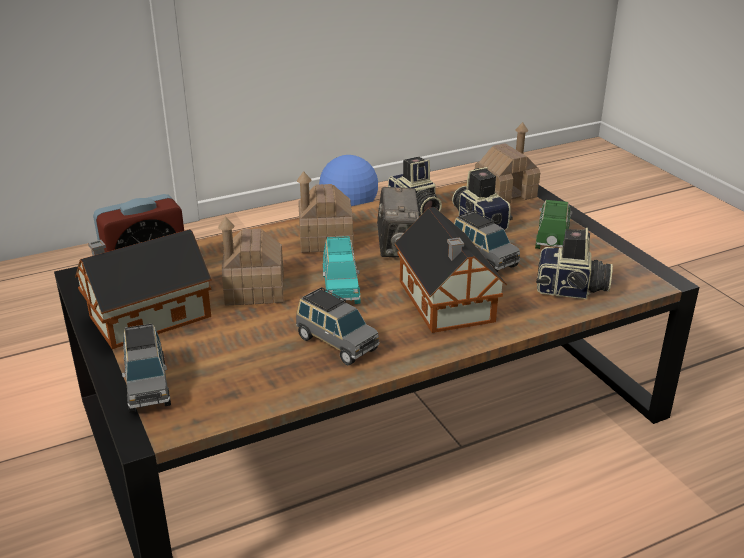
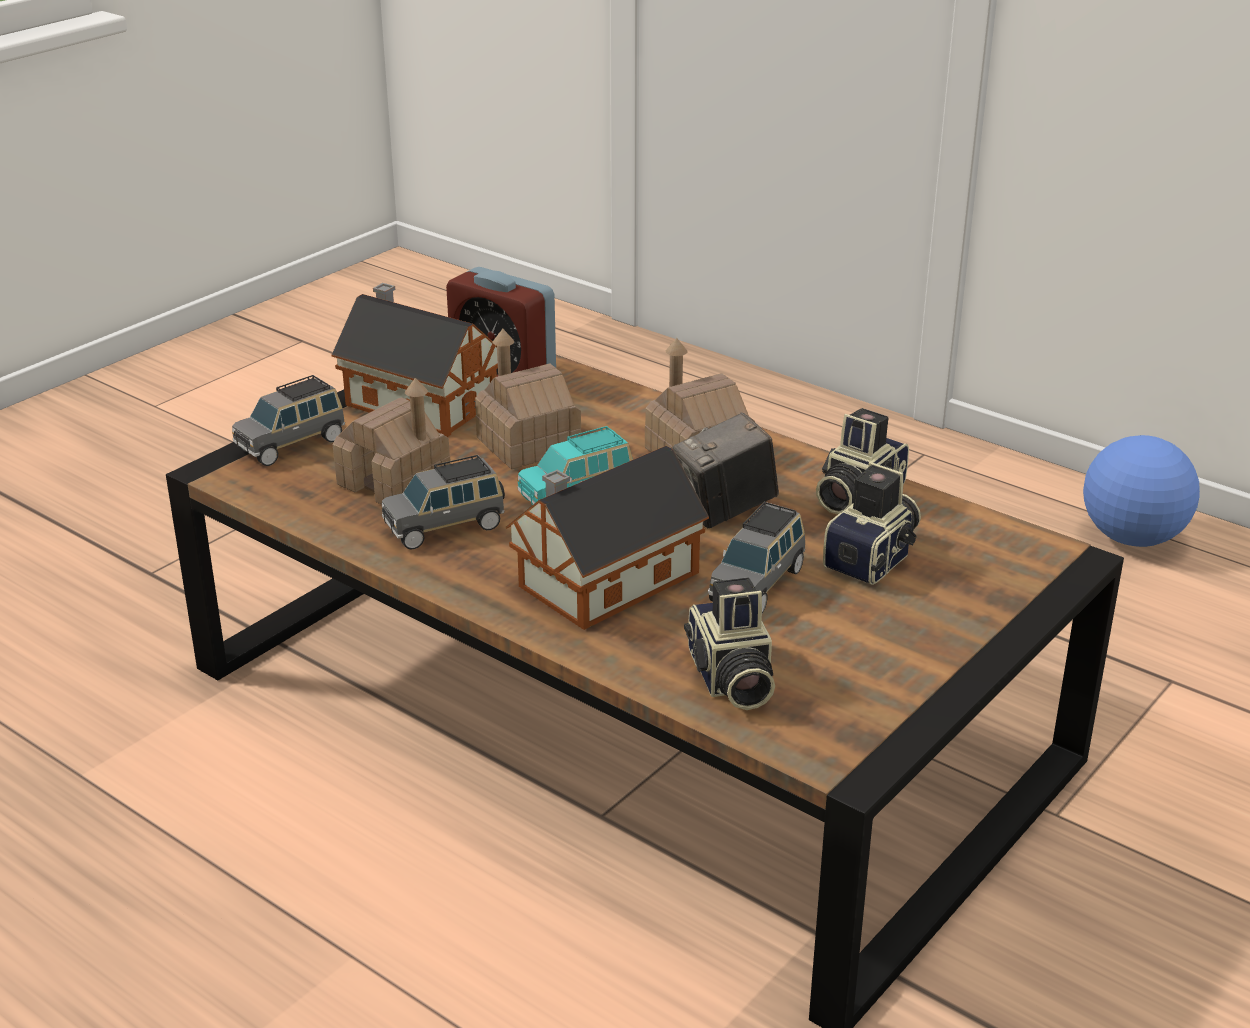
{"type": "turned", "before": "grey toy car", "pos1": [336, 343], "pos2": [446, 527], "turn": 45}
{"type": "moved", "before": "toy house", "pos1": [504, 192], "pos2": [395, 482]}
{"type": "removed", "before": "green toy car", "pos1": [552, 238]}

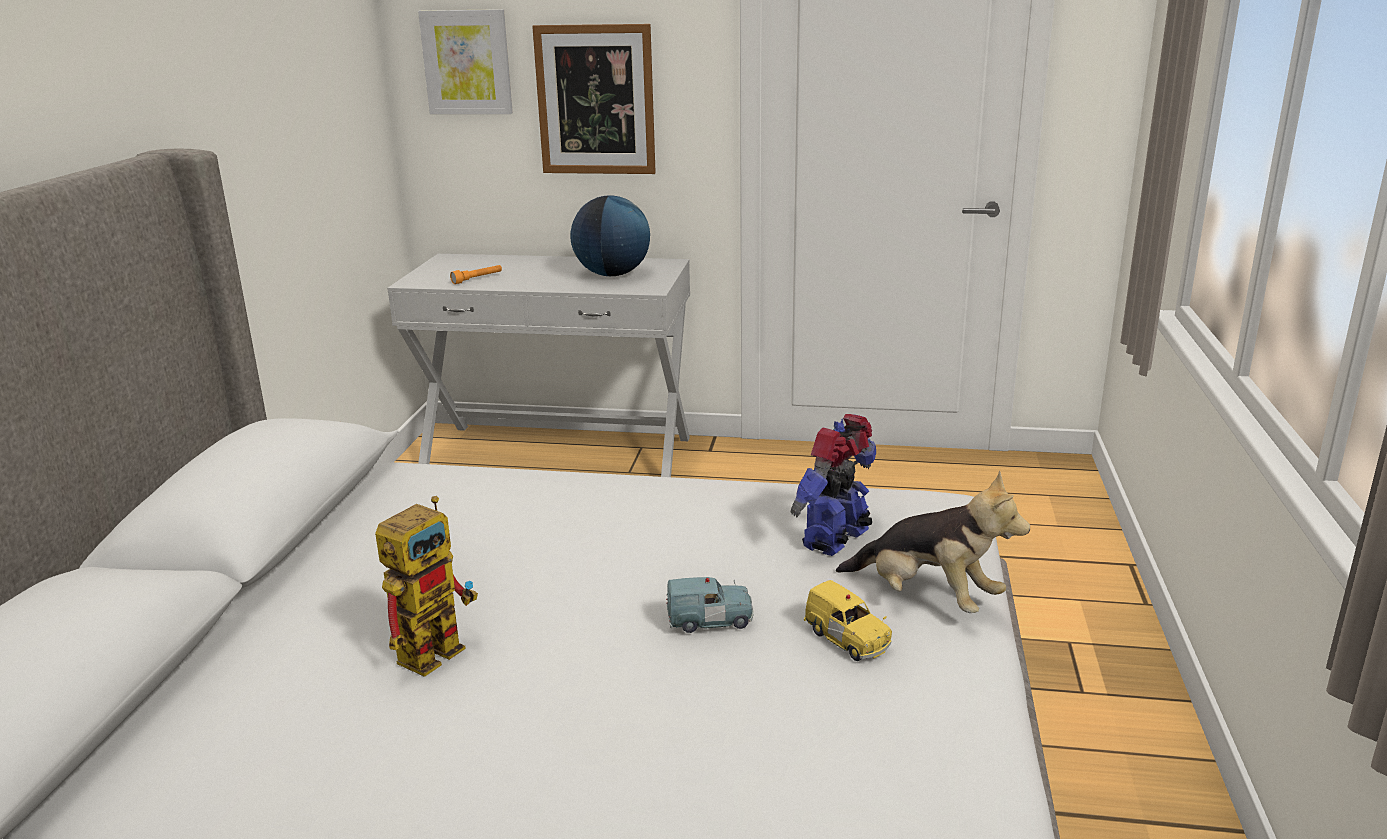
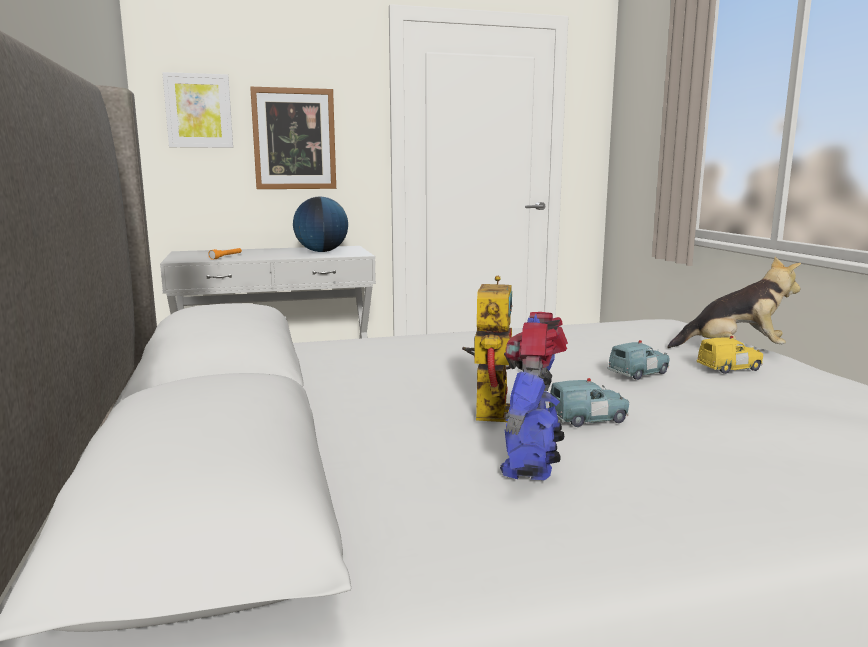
{"type": "moved", "before": "toy robot", "pos1": [838, 539], "pos2": [532, 462]}
{"type": "turned", "before": "yellow toy car", "pos1": [847, 639], "pos2": [730, 368], "turn": -45}
{"type": "added", "after": "blue toy car", "pos2": [588, 419]}

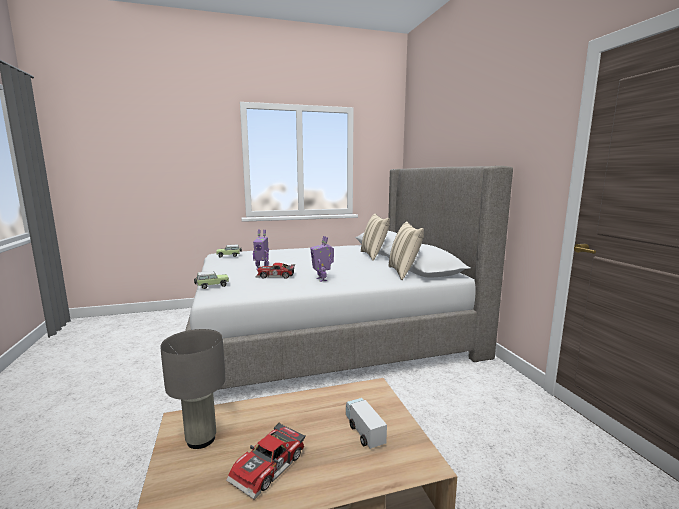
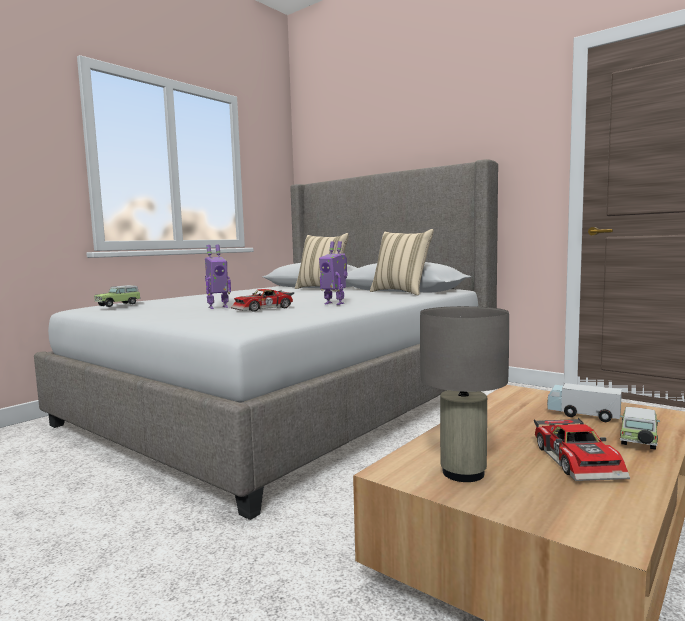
{"type": "moved", "before": "toy car", "pos1": [211, 286], "pos2": [638, 440]}

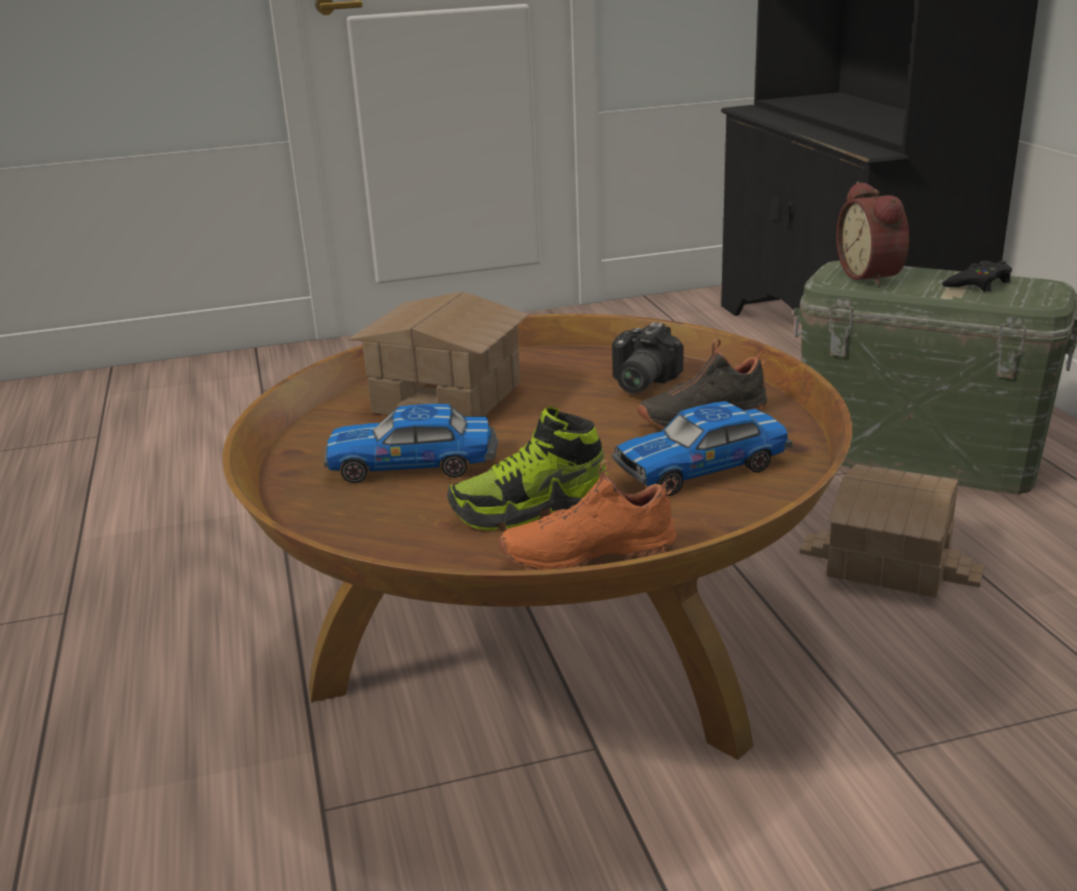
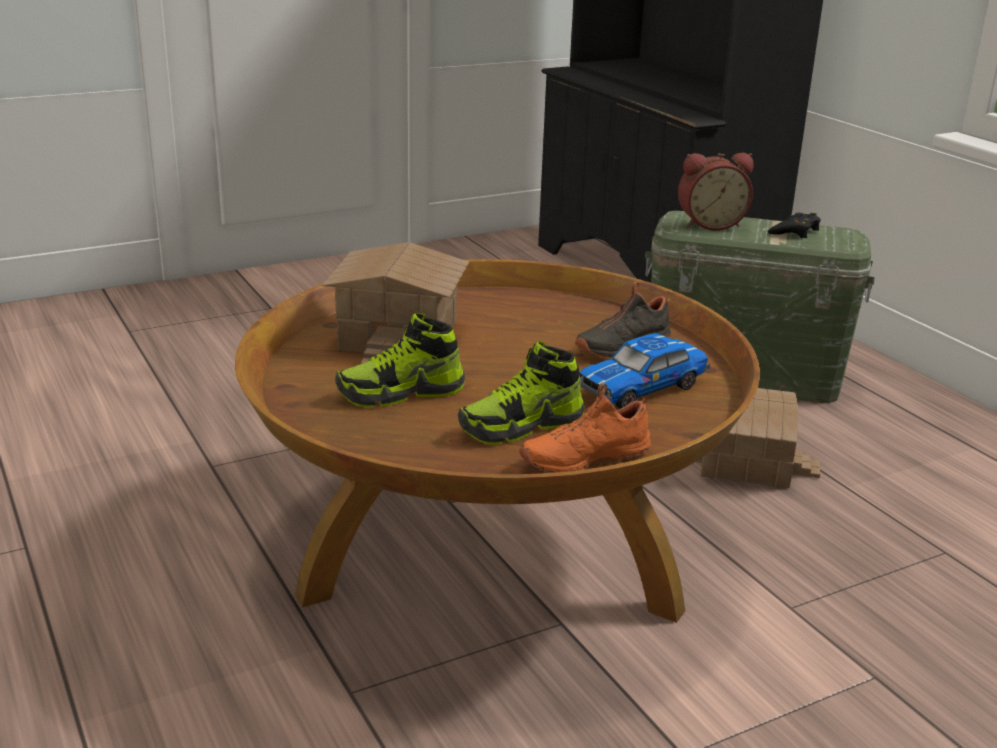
{"type": "replaced", "before": "toy car", "after": "shoe", "pos1": [413, 464], "pos2": [401, 393]}
{"type": "removed", "before": "photo camera", "pos1": [638, 382]}
{"type": "turned", "before": "alarm clock", "pos1": [873, 276], "pos2": [709, 224], "turn": -75}

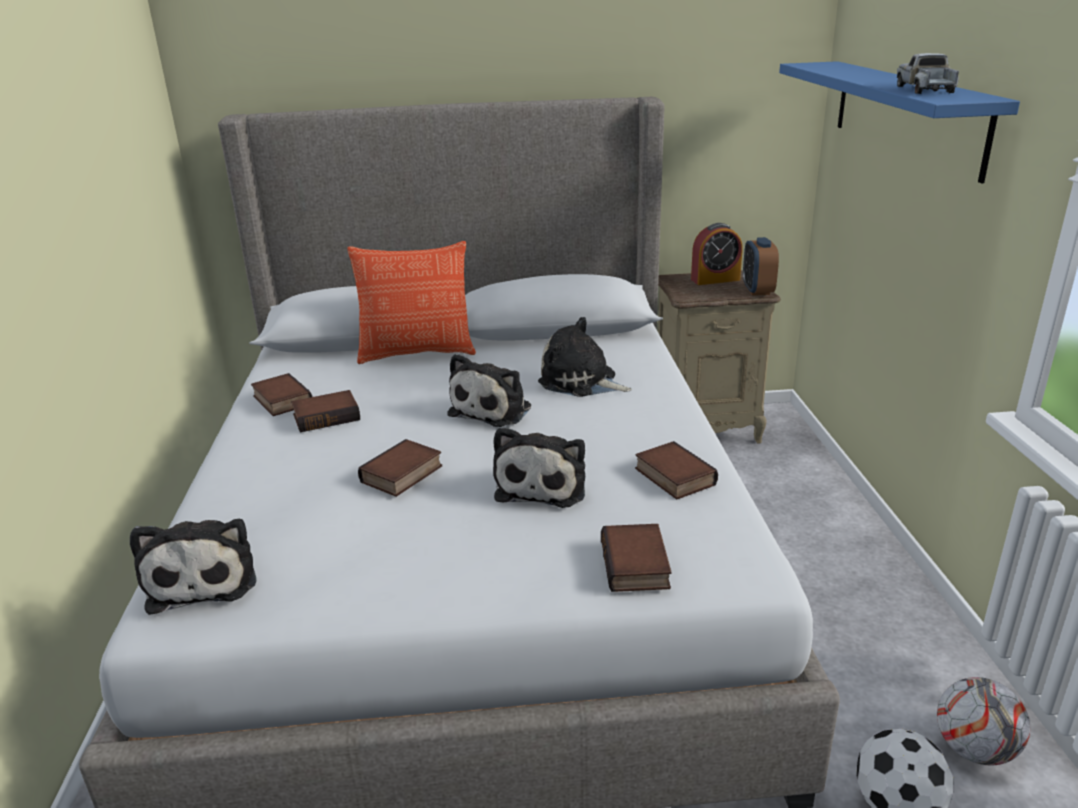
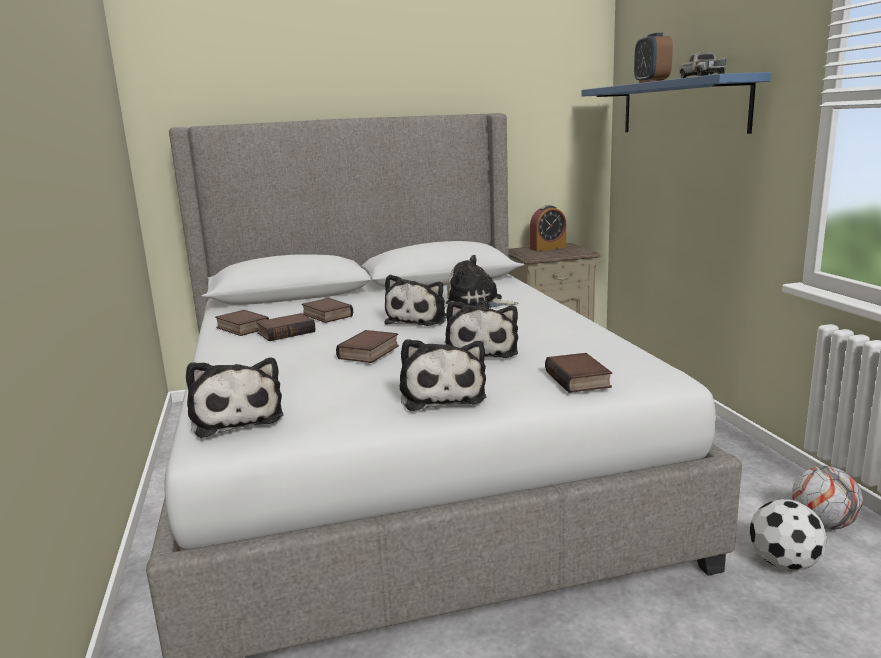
{"type": "removed", "before": "orange pillow", "pos1": [417, 353]}
{"type": "moved", "before": "book", "pos1": [672, 477], "pos2": [325, 315]}
{"type": "moved", "before": "alarm clock", "pos1": [757, 290], "pos2": [651, 82]}
{"type": "added", "after": "plush toy", "pos2": [442, 395]}

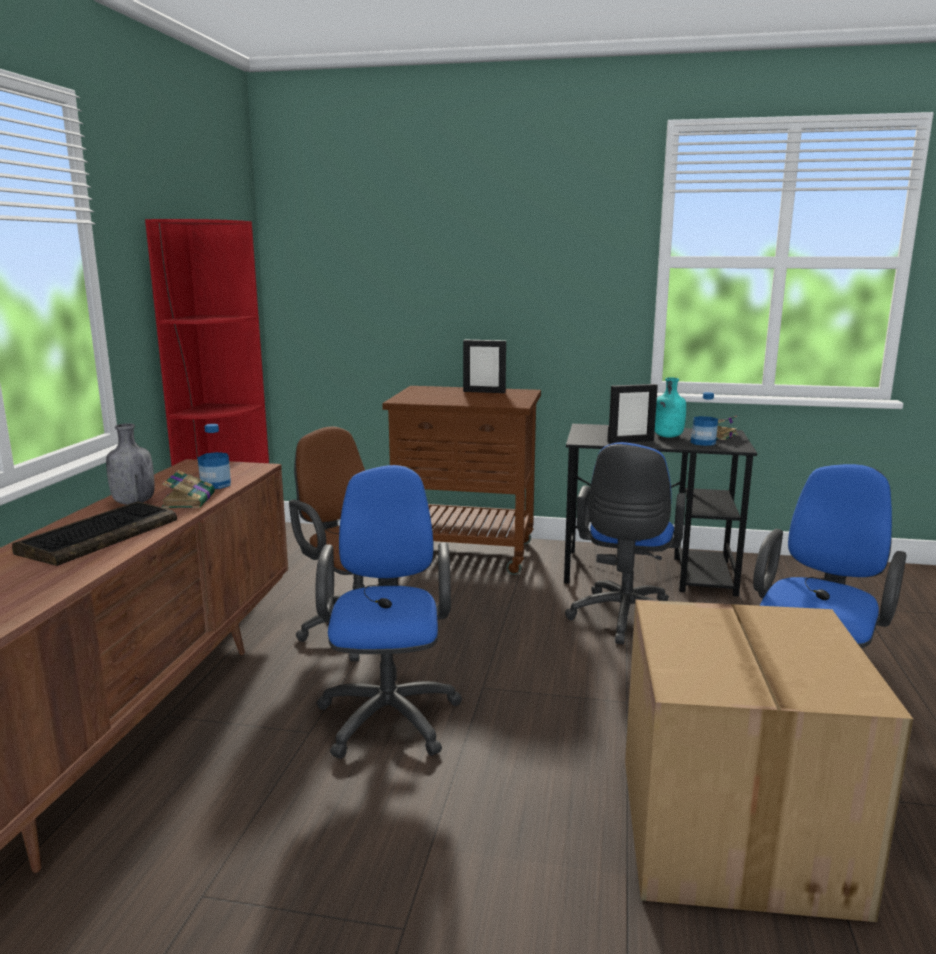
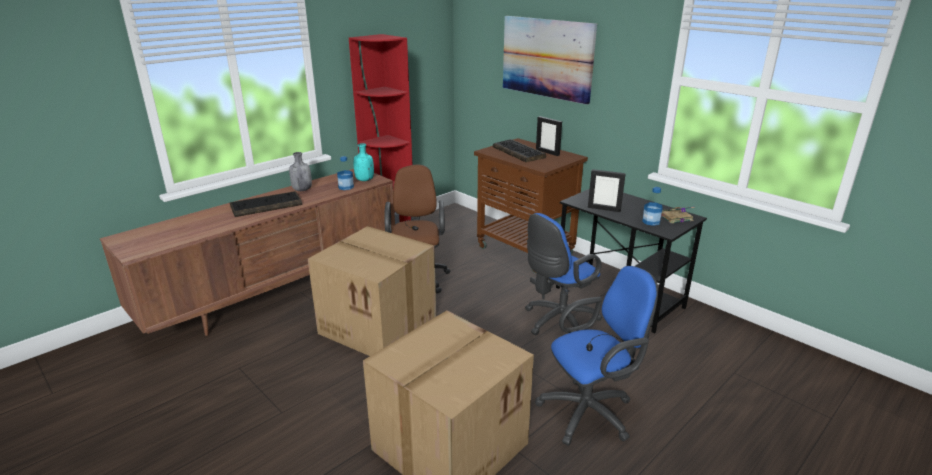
{"type": "removed", "before": "book", "pos1": [189, 500]}
{"type": "replaced", "before": "blue office chair", "after": "cardboard box", "pos1": [389, 713], "pos2": [380, 325]}
{"type": "moved", "before": "turquoise bottle", "pos1": [667, 436], "pos2": [364, 180]}
{"type": "added", "after": "keyboard", "pos2": [519, 152]}
{"type": "added", "after": "picture", "pos2": [547, 58]}

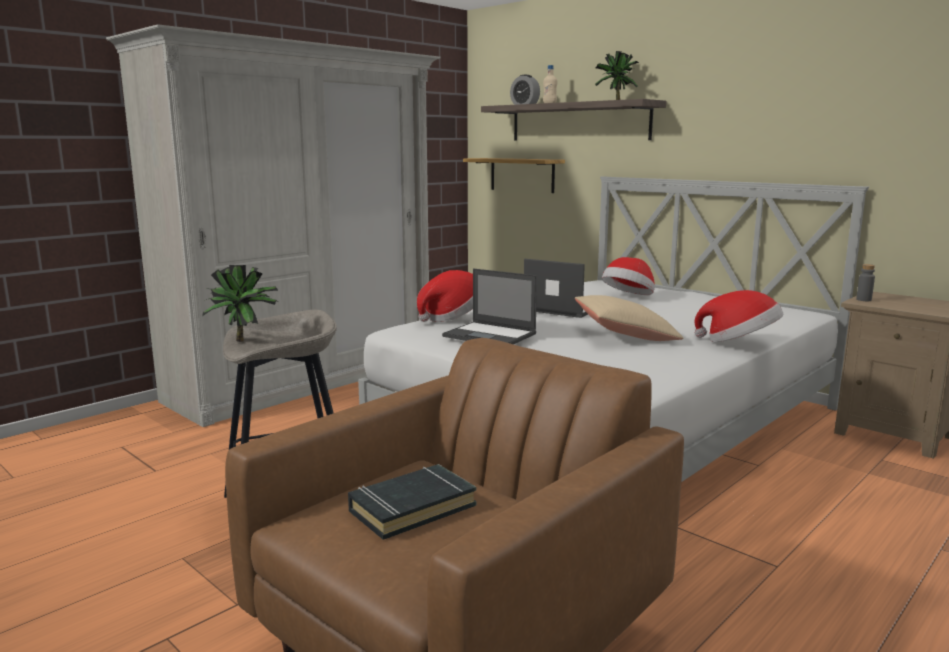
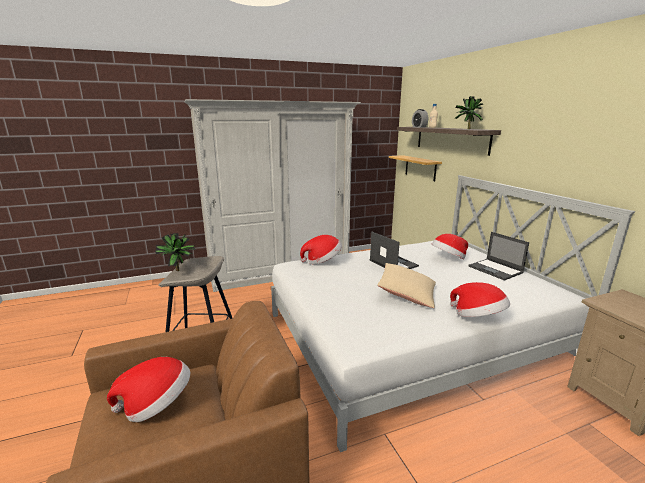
{"type": "replaced", "before": "black book", "after": "hat", "pos1": [412, 508], "pos2": [157, 405]}
{"type": "moved", "before": "laptop", "pos1": [490, 335], "pos2": [496, 270]}
{"type": "removed", "before": "grey bottle", "pos1": [863, 300]}

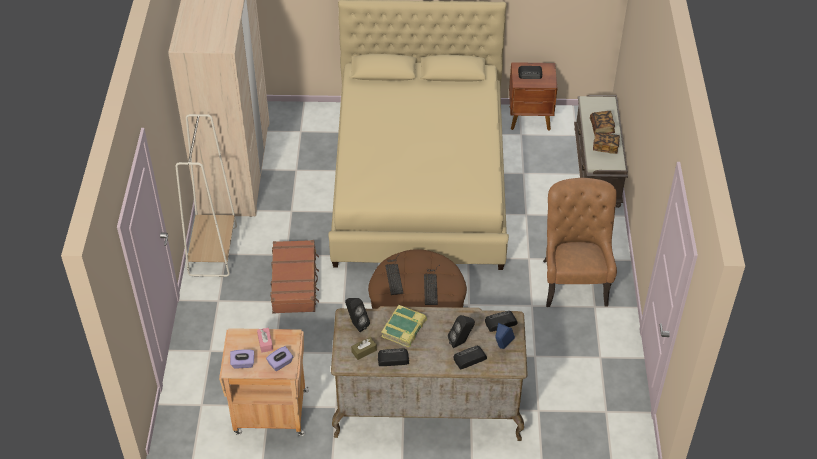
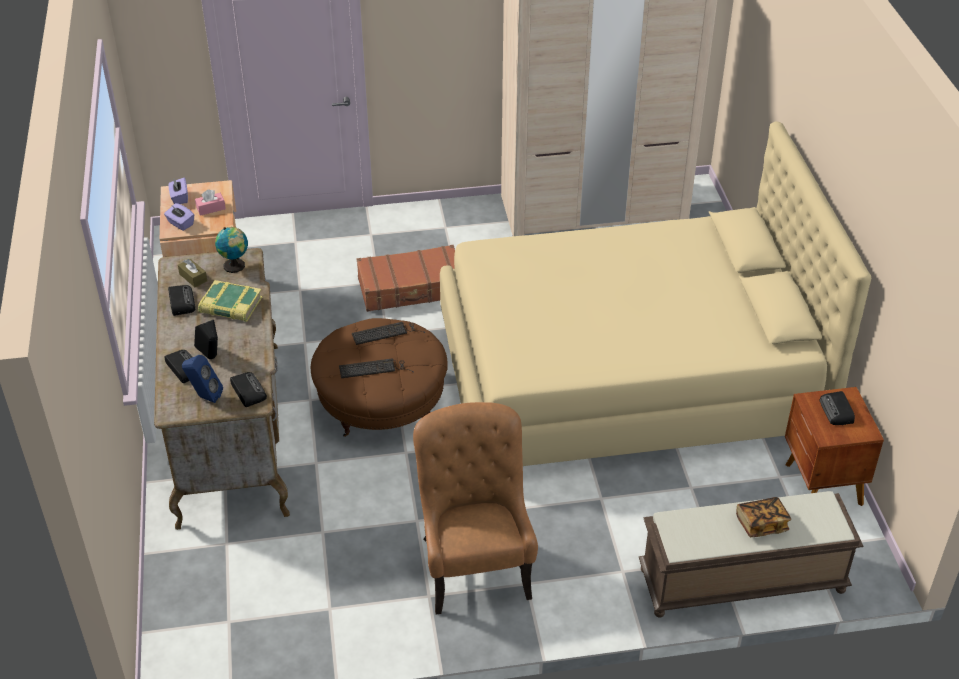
{"type": "removed", "before": "clothes rack", "pos1": [213, 252]}
{"type": "replaced", "before": "black speaker", "after": "globe", "pos1": [356, 324], "pos2": [235, 266]}
{"type": "turned", "before": "brown chair", "pos1": [573, 282], "pos2": [474, 566], "turn": -90}
{"type": "removed", "before": "book", "pos1": [605, 147]}

